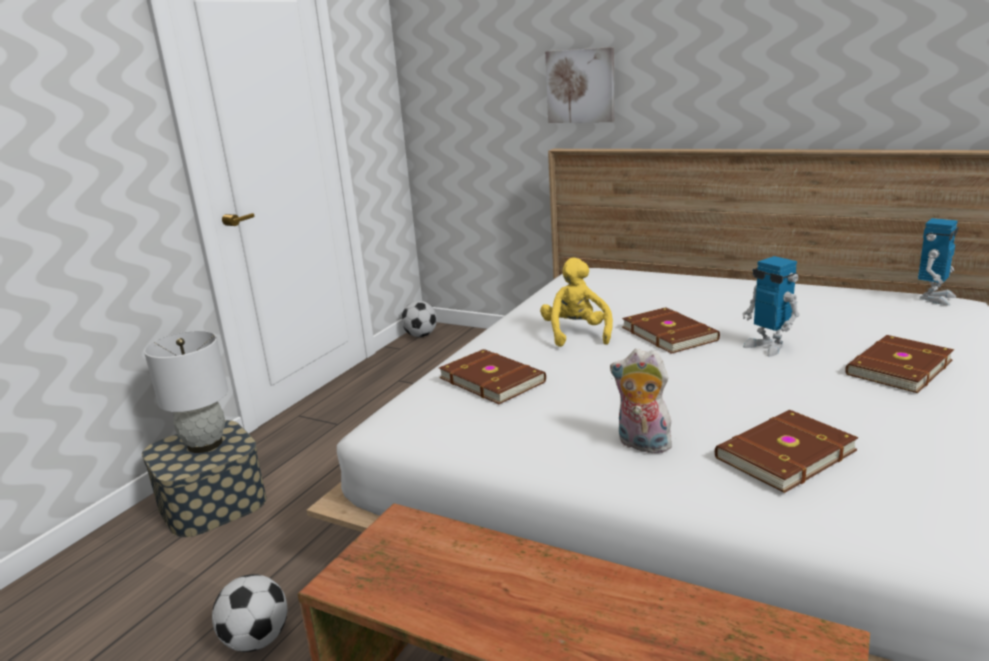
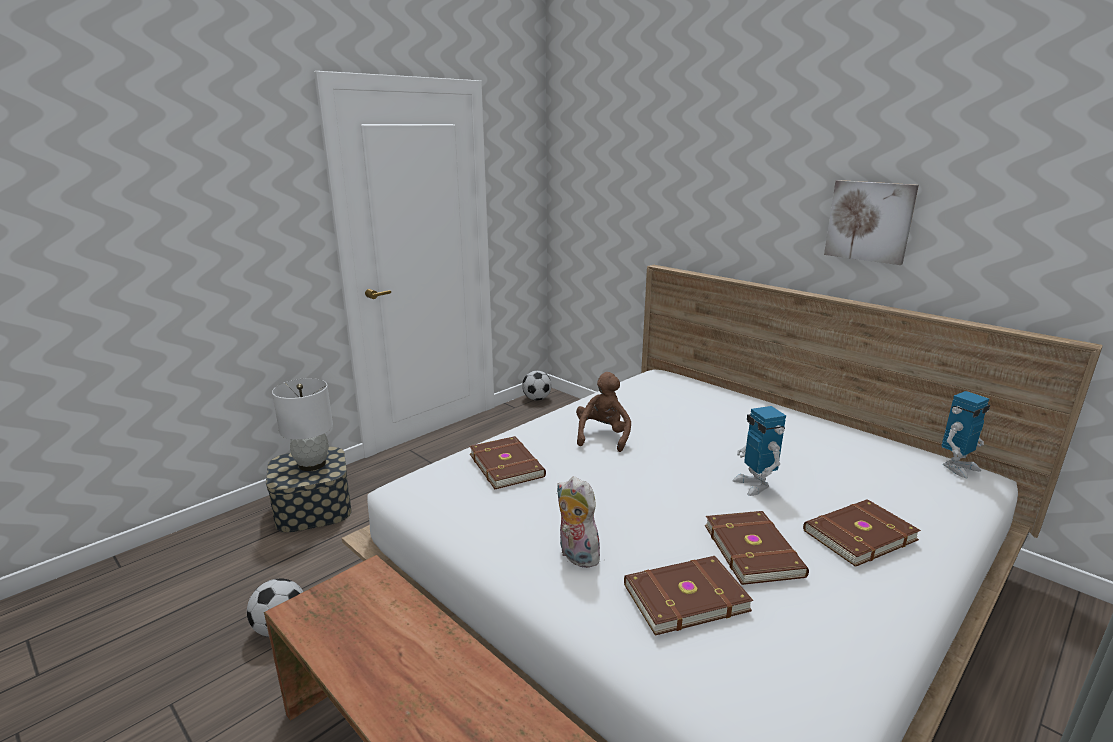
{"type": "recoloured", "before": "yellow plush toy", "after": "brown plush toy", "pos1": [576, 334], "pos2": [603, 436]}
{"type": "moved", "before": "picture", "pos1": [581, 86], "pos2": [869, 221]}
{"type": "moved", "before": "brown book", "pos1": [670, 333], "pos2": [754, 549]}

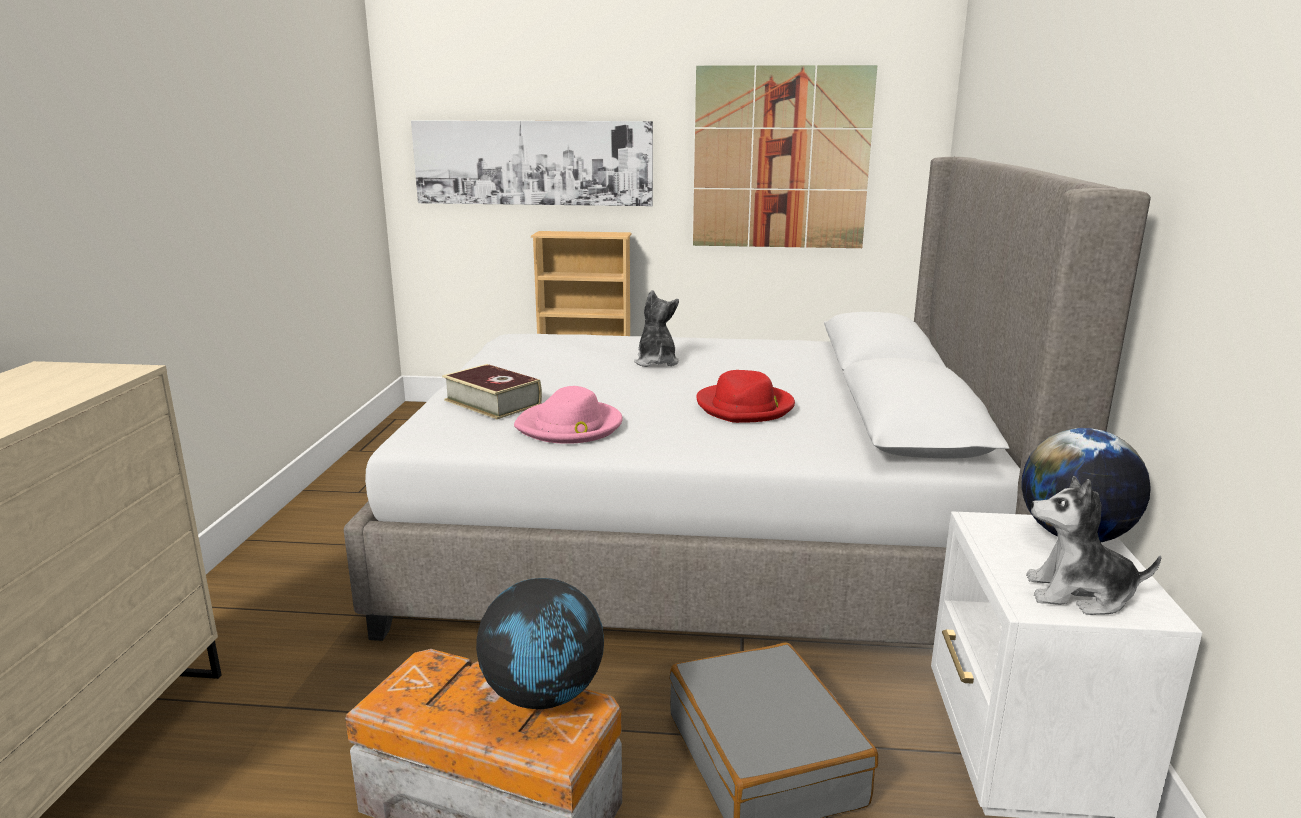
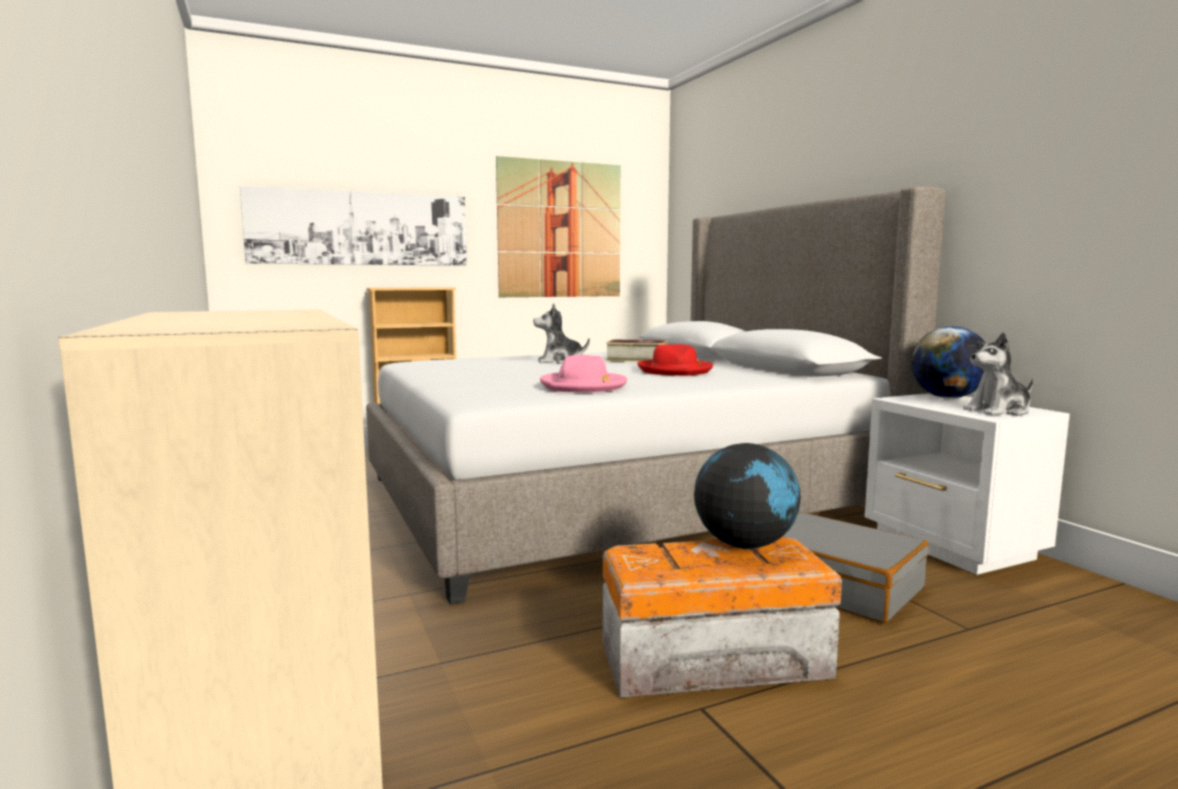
{"type": "moved", "before": "book", "pos1": [492, 402], "pos2": [637, 359]}
{"type": "turned", "before": "plush toy", "pos1": [656, 362], "pos2": [559, 361], "turn": -60}

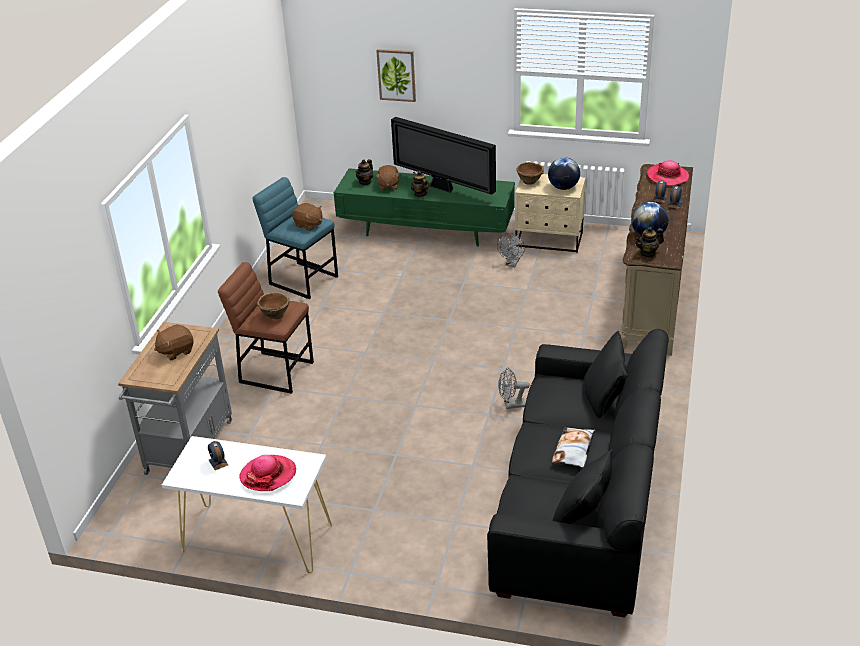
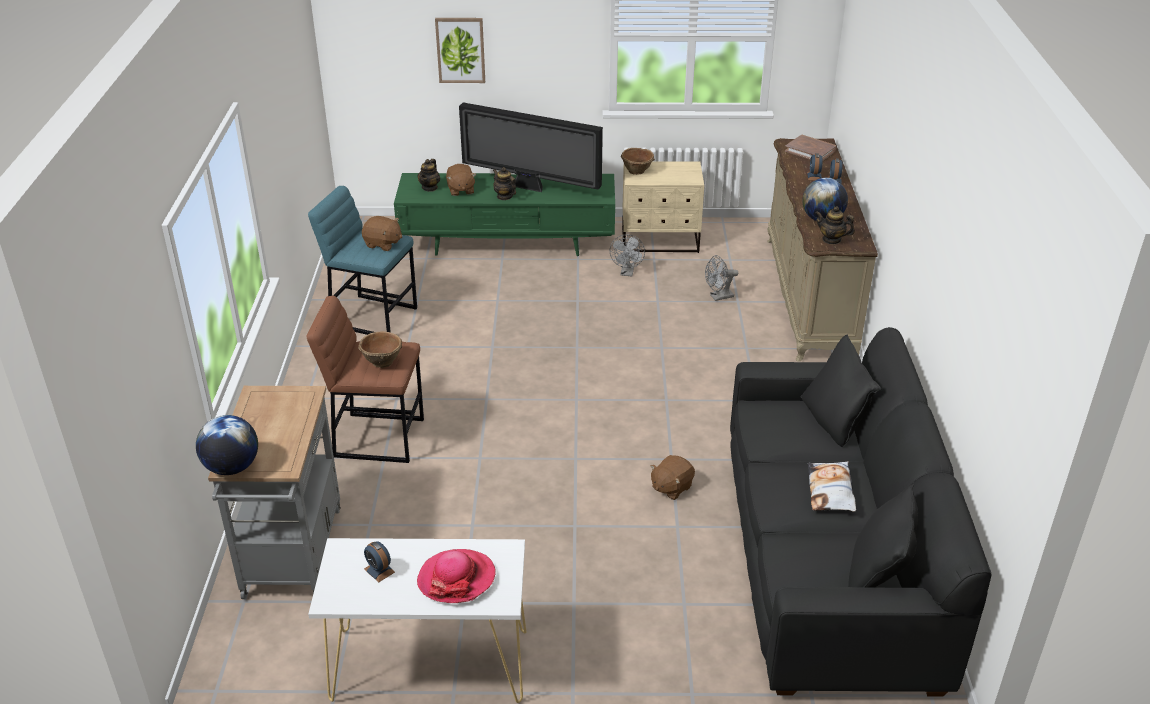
{"type": "moved", "before": "brown plush toy", "pos1": [176, 351], "pos2": [671, 487]}
{"type": "moved", "before": "grey fan", "pos1": [511, 405], "pos2": [718, 297]}
{"type": "moved", "before": "globe", "pos1": [563, 187], "pos2": [232, 467]}
{"type": "turned", "before": "teapot", "pos1": [648, 253], "pos2": [832, 240], "turn": 60}
{"type": "replaced", "before": "hat", "after": "brown book", "pos1": [667, 176], "pos2": [810, 151]}

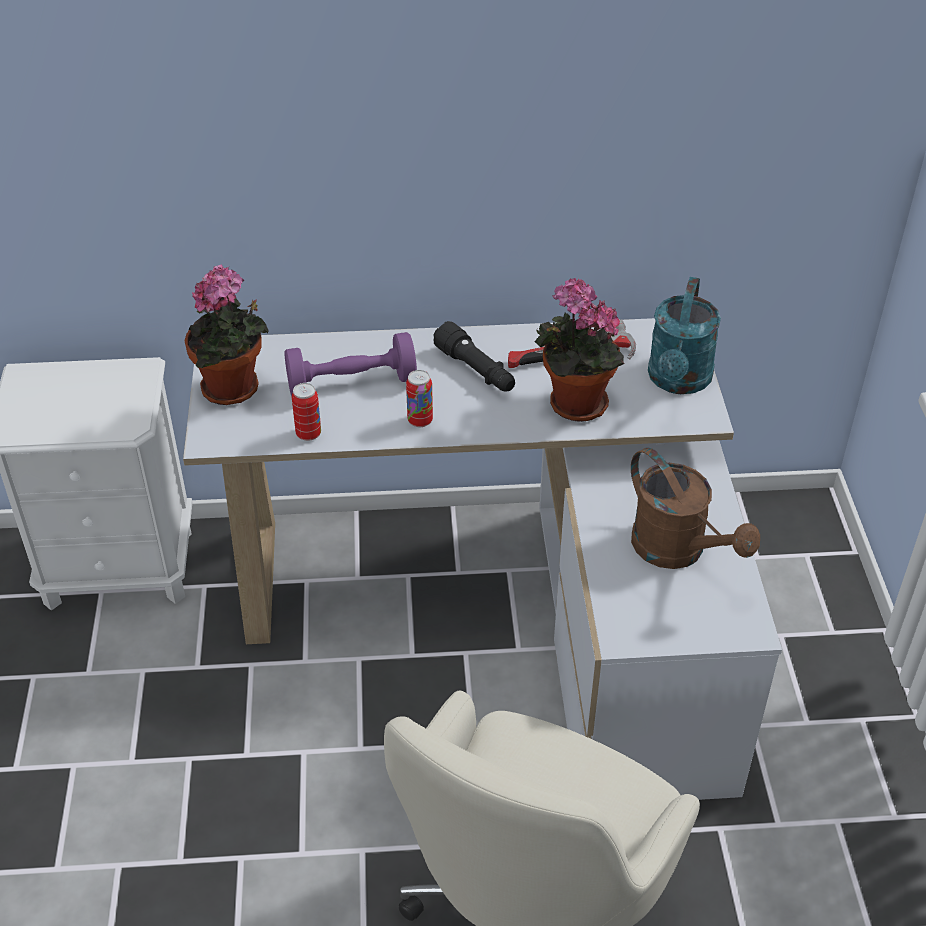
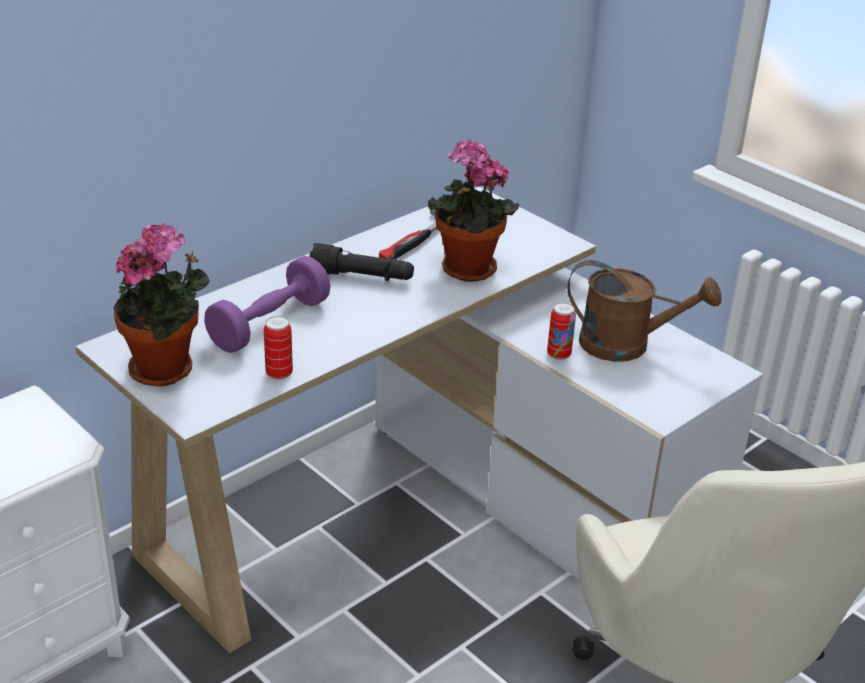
{"type": "moved", "before": "can", "pos1": [420, 421], "pos2": [558, 355]}
{"type": "removed", "before": "turquoise watering can", "pos1": [678, 381]}

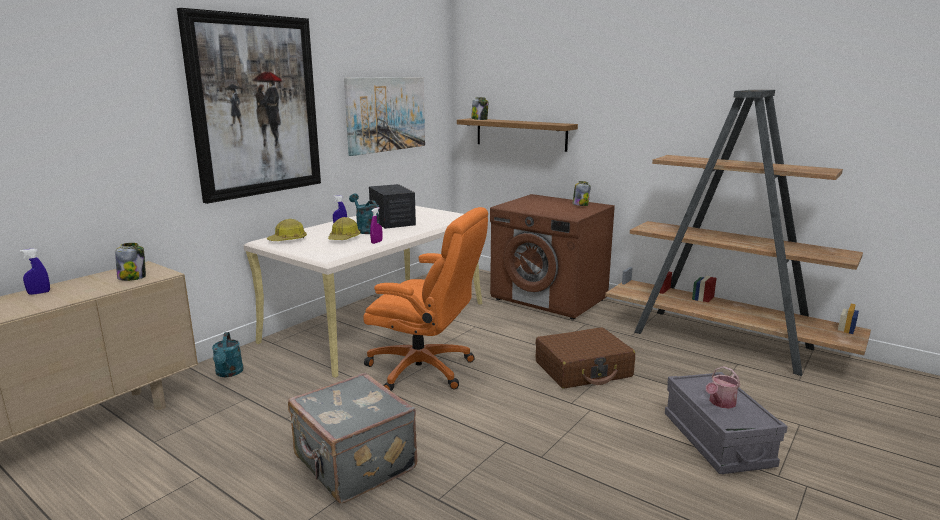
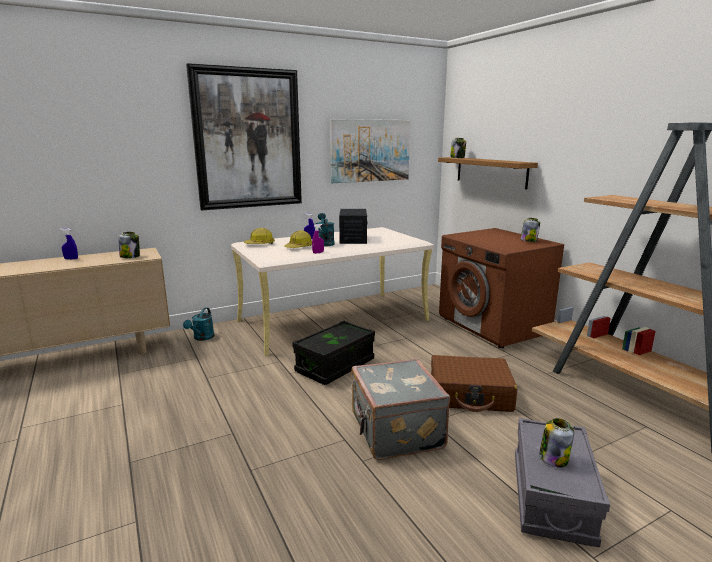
{"type": "moved", "before": "grey suitcase", "pos1": [353, 464], "pos2": [395, 431]}
{"type": "replaced", "before": "orange office chair", "after": "black storage box", "pos1": [427, 371], "pos2": [335, 366]}
{"type": "replaced", "before": "watering can", "after": "jar", "pos1": [720, 403], "pos2": [553, 458]}

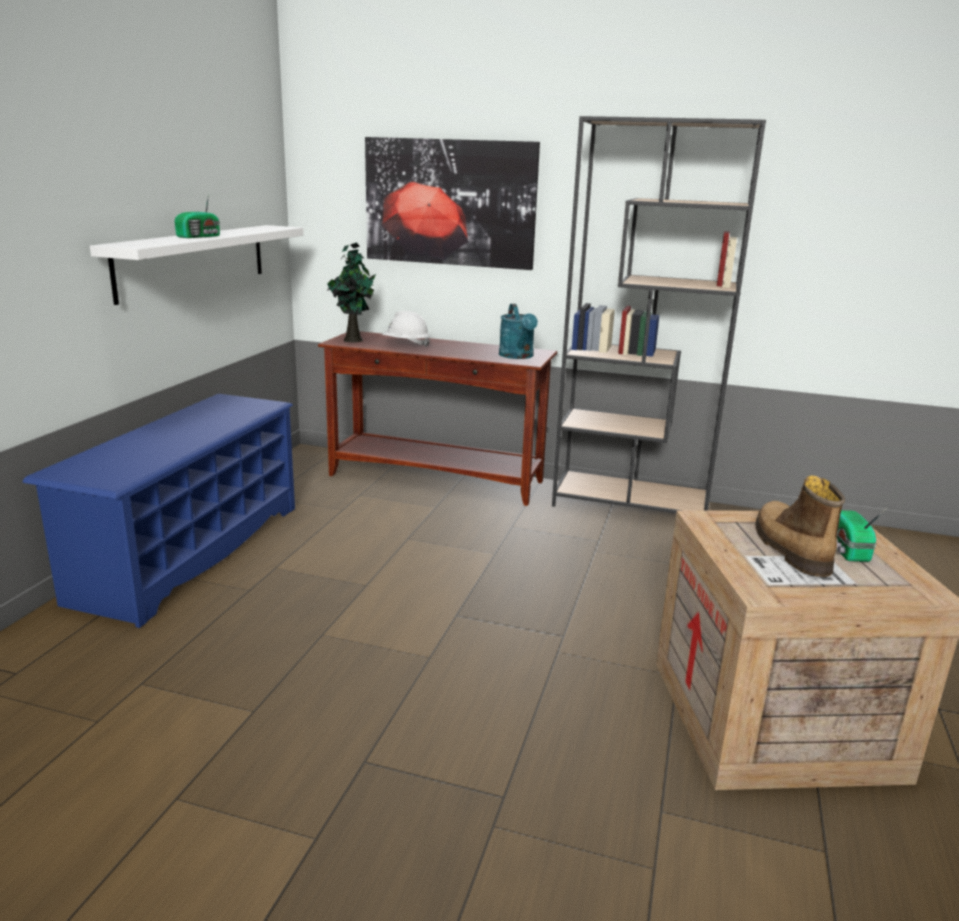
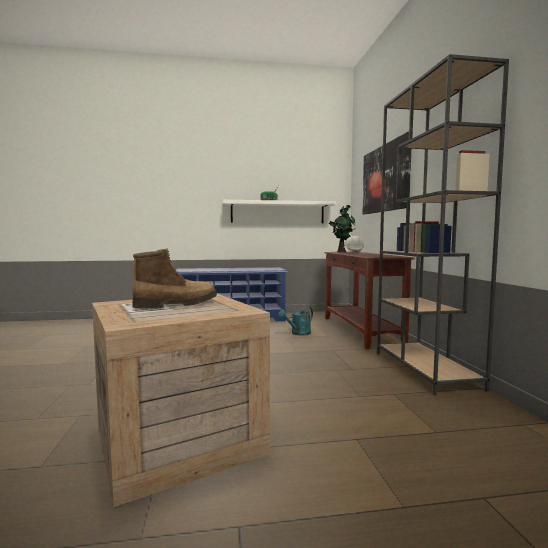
{"type": "moved", "before": "turquoise watering can", "pos1": [518, 356], "pos2": [298, 333]}
{"type": "removed", "before": "radio", "pos1": [845, 549]}

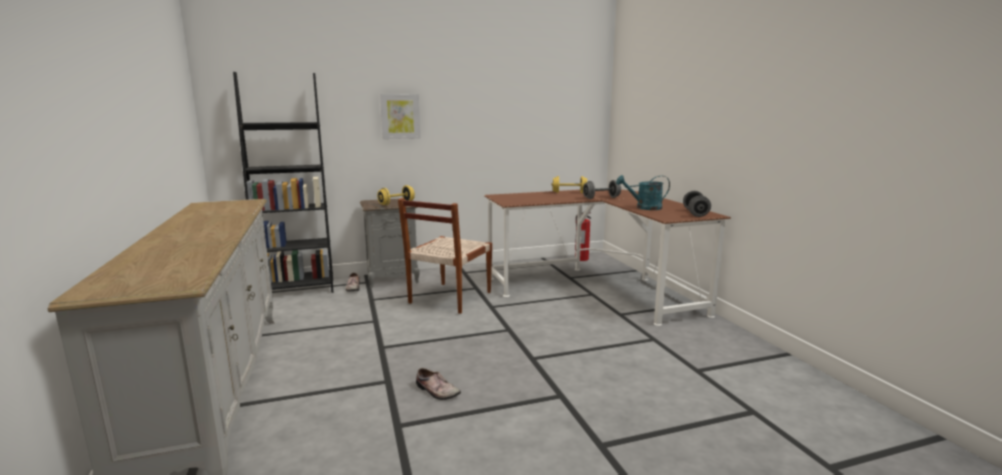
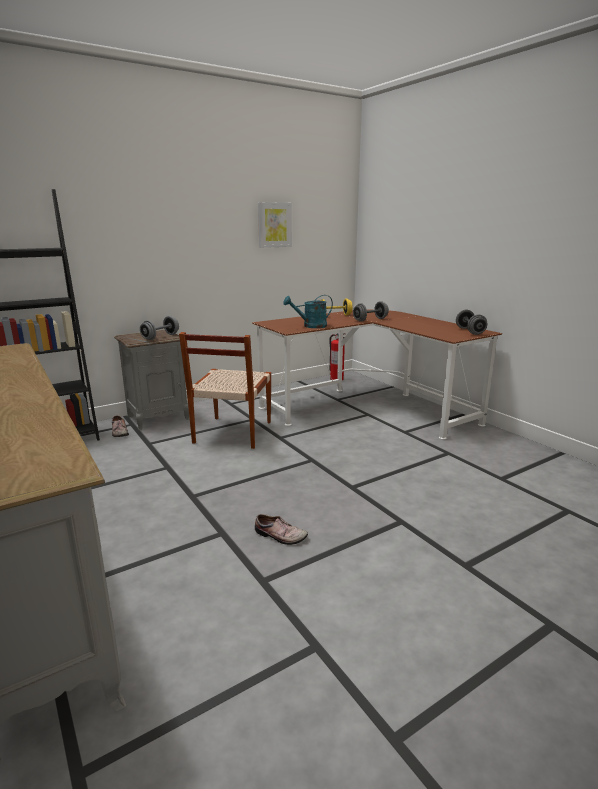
{"type": "recoloured", "before": "yellow dumbbell", "after": "grey dumbbell", "pos1": [396, 203], "pos2": [160, 337]}
{"type": "moved", "before": "picture", "pos1": [400, 116], "pos2": [274, 225]}
{"type": "moved", "before": "turquoise watering can", "pos1": [644, 208], "pos2": [310, 326]}

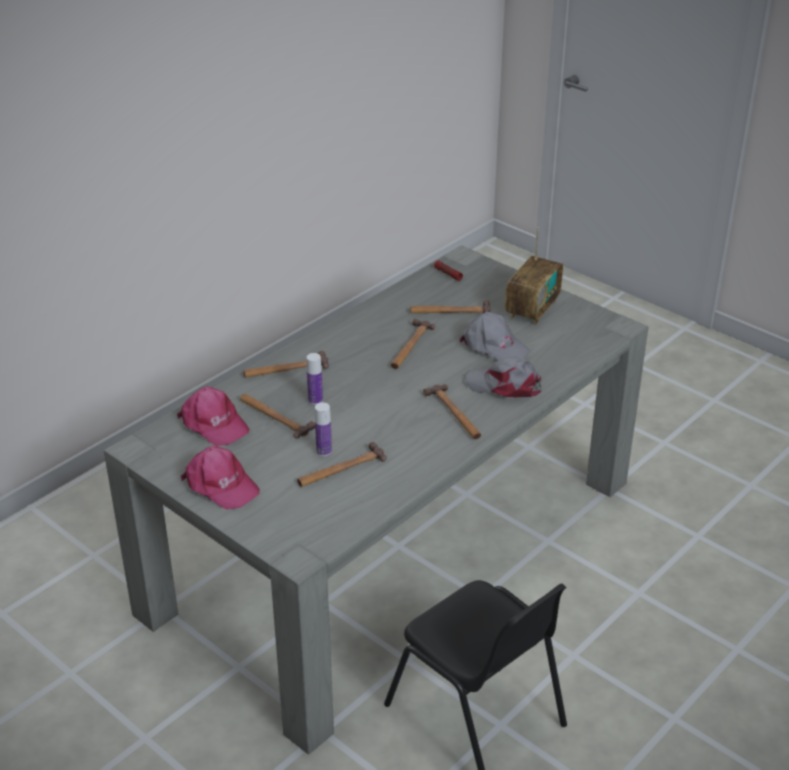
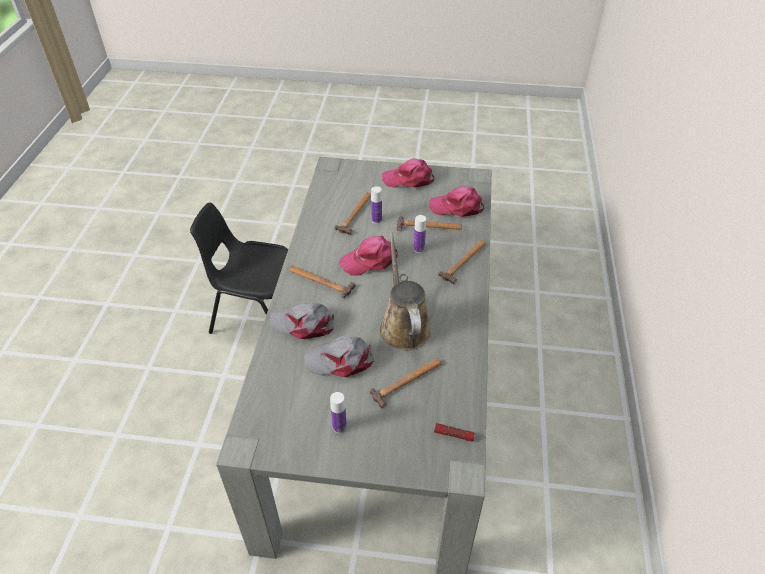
{"type": "replaced", "before": "hammer", "after": "brown watering can", "pos1": [409, 346], "pos2": [403, 325]}
{"type": "turned", "before": "grey cap", "pos1": [505, 385], "pos2": [303, 324], "turn": -150}
{"type": "replaced", "before": "radio", "after": "bottle", "pos1": [532, 309], "pos2": [339, 427]}
{"type": "added", "after": "pink cap", "pos2": [370, 260]}

